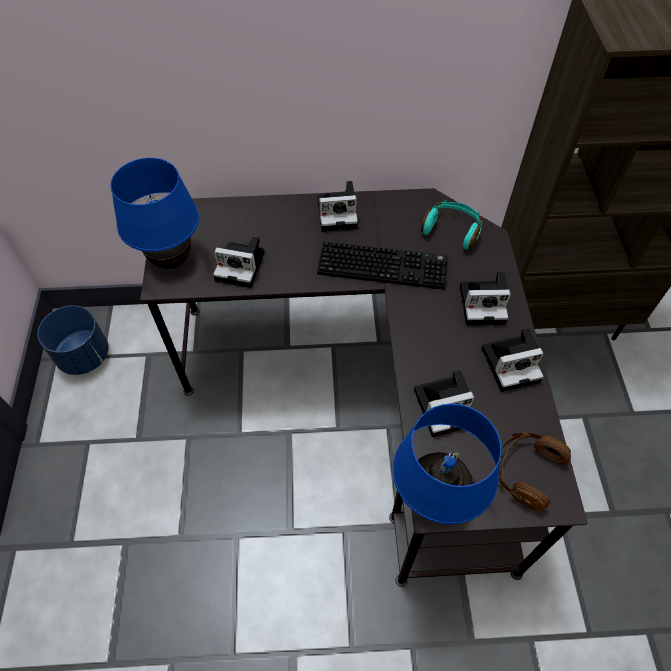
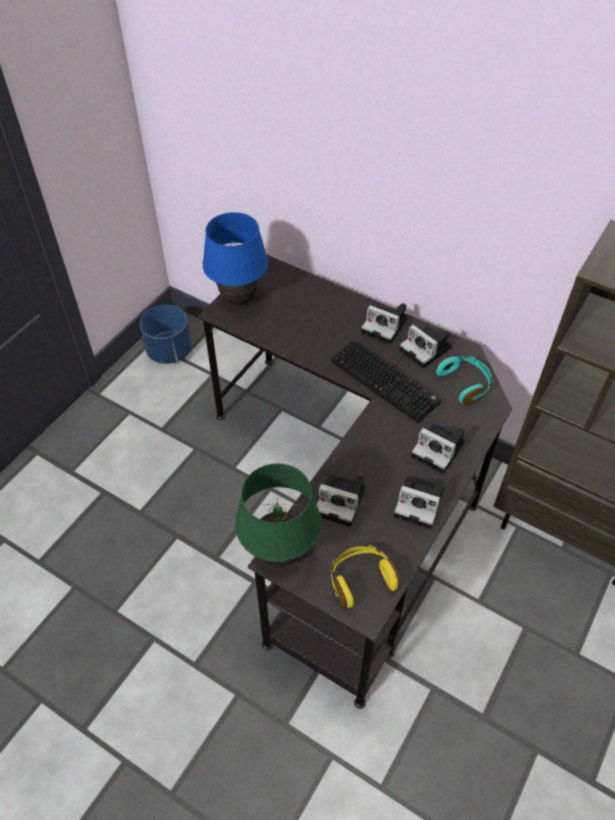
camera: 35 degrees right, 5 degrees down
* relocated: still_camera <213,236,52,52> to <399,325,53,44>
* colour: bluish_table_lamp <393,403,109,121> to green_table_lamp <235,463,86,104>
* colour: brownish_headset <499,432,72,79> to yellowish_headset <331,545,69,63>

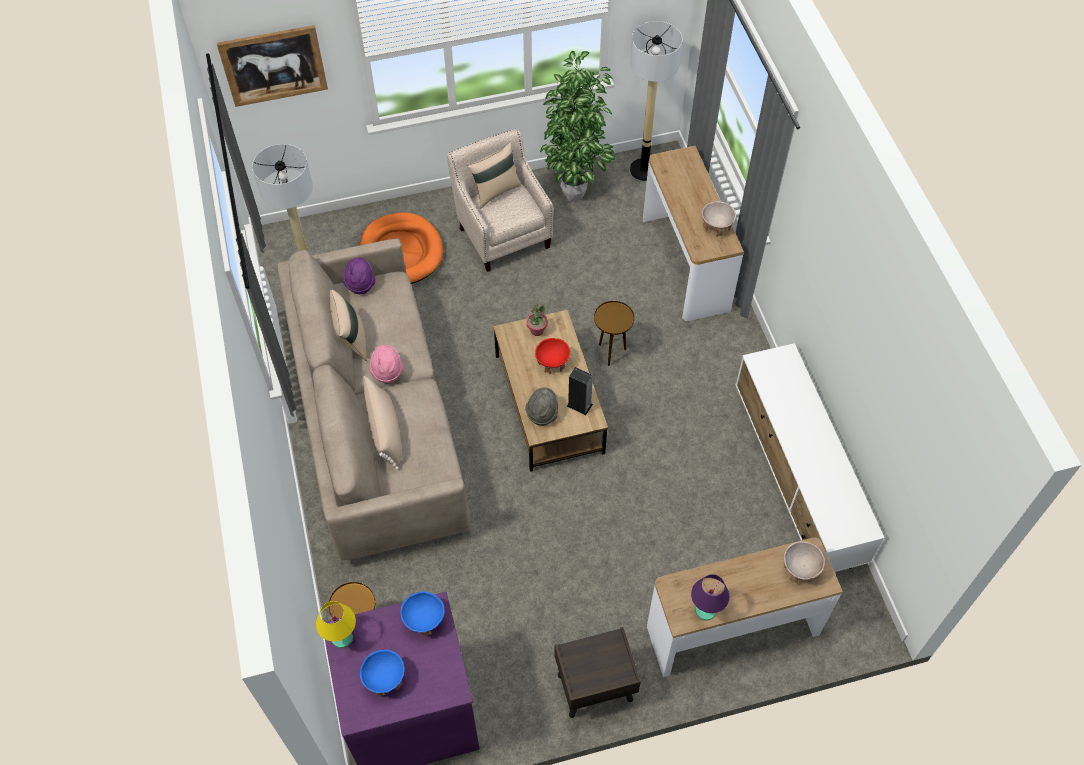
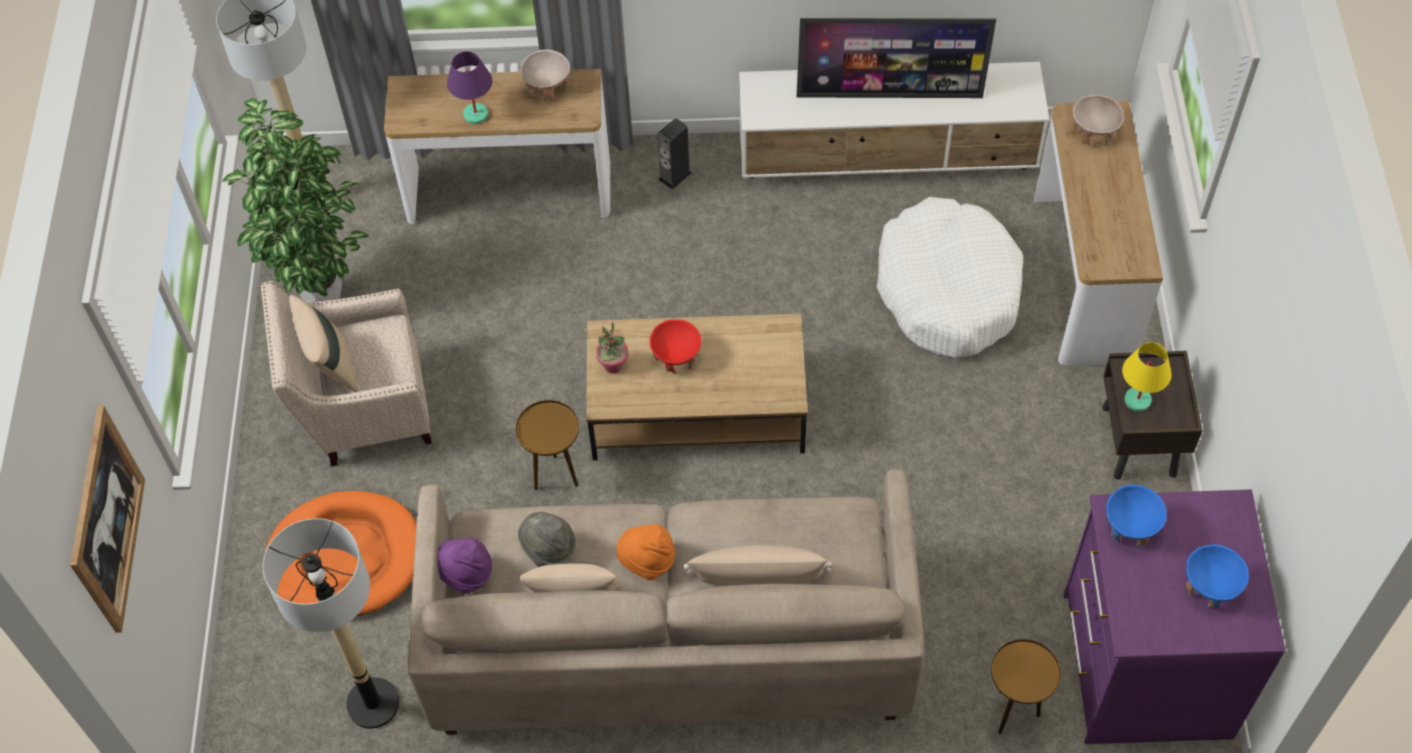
camera: 75 degrees left, 0 degrees up
* appeared: TV_set <797,18,199,80>
* appeared: white-coloured_pet_bed <877,197,146,161>
* relocated: yellowish_table_lamp <316,601,40,47> to <1122,342,50,70>
* relocated: greyish_wearable_hat <525,387,33,39> to <518,512,58,55>
* relocated: speaker <567,367,26,48> to <657,118,35,72>
* relocated: brownish_accent_table <594,301,40,65> to <516,400,63,90>
* relocated: purple_table_lamp <691,574,38,47> to <447,51,45,73>
* colour: pink-coloured_wearable_hat <370,345,33,38> to orangey_wearable_hat <616,524,59,56>

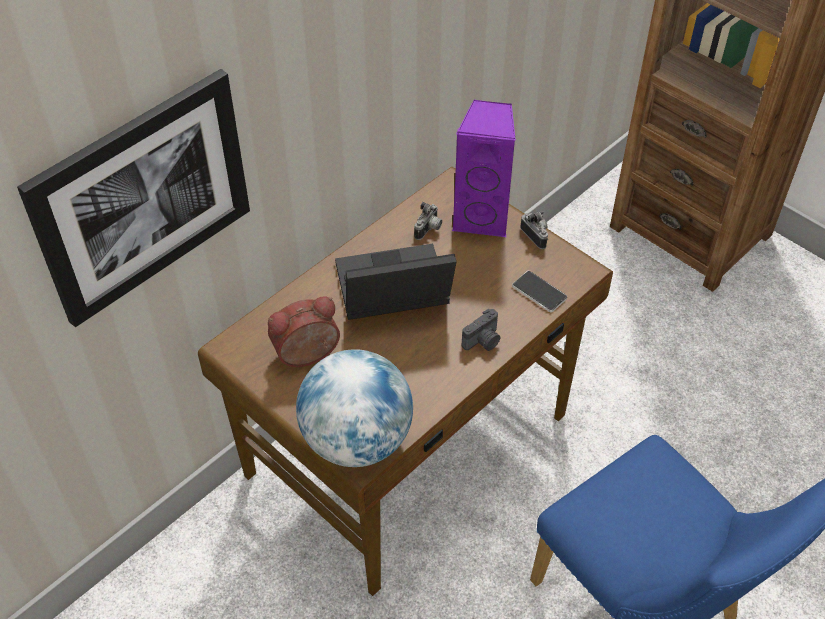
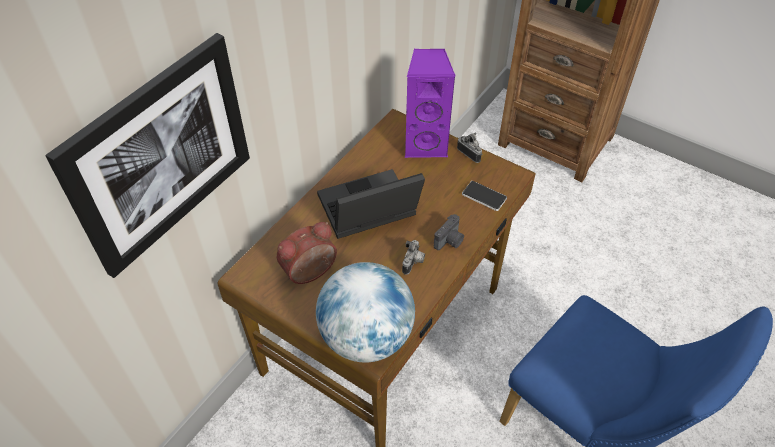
camera: 10 degrees left, 0 degrees up
* relocated: still_camera <414,202,28,38> to <402,240,23,35>

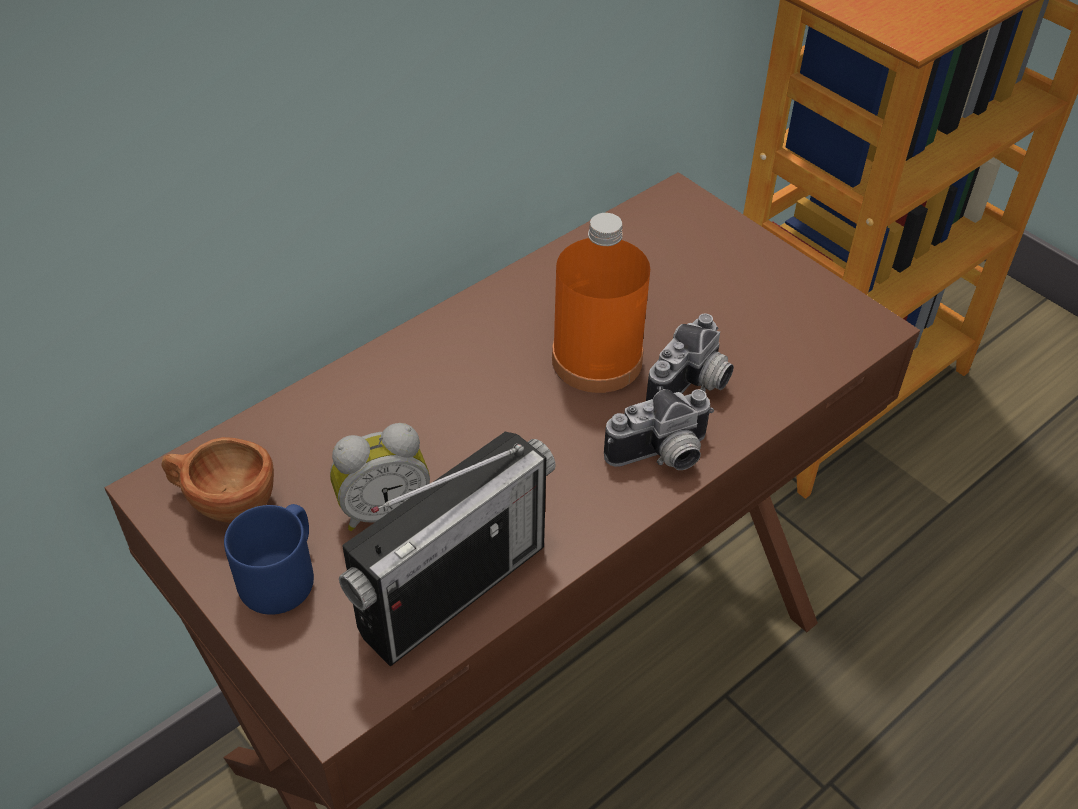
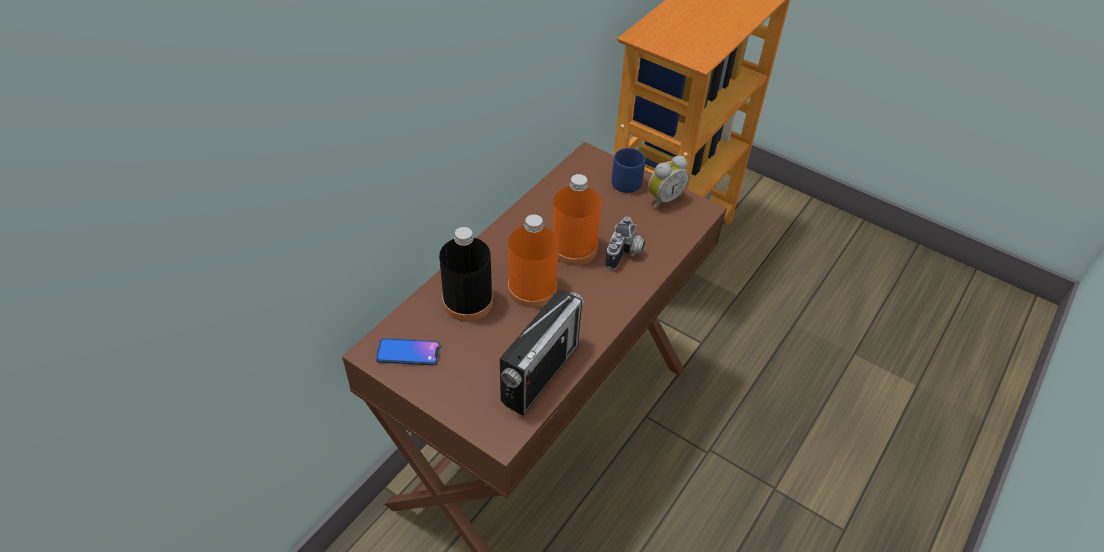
camera: 15 degrees left, 0 degrees up
* missing: still_camera <604,389,110,81>
* appeared: black-coloured_drink_bottle <439,227,54,94>
* appeared: orangey_drink_bottle <508,215,51,93>
* relocated: bluish_tea_mug <224,504,90,111> to <611,148,34,45>
* relocated: alarm_clock <330,423,100,108> to <648,156,41,53>
* exchanged: brownish_cup <161,437,113,86> to handset <376,338,64,27>

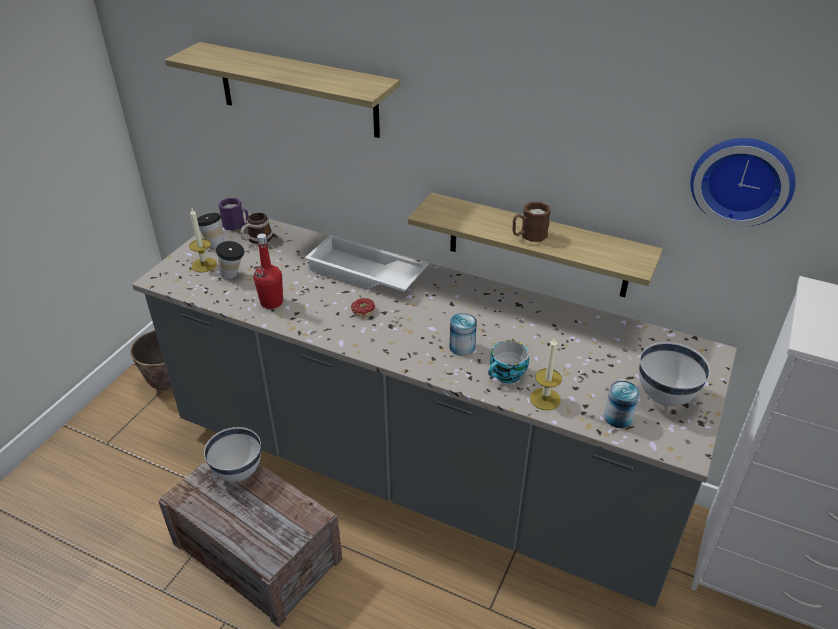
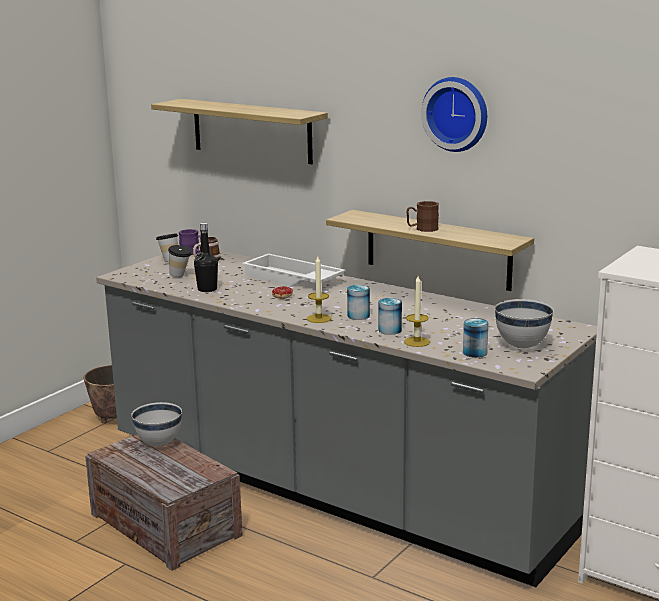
camera: 10 degrees right, 20 degrees down
* relocated: wax_candle <189,209,28,63> to <307,256,24,67>
* relocated: clock_on_the_wall <690,138,106,89> to <421,77,66,75>
* exchanged: cup <488,340,41,44> to metal_can <379,298,23,37>
* colour: red_drink_bottle <253,234,30,75> to black-coloured_drink_bottle <194,223,24,69>

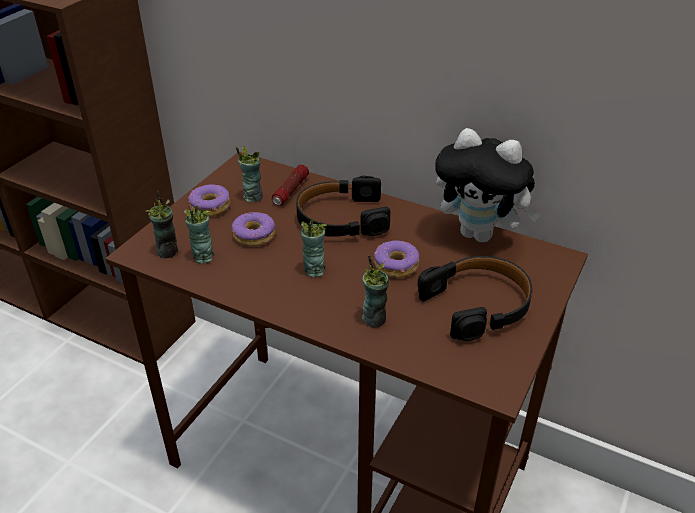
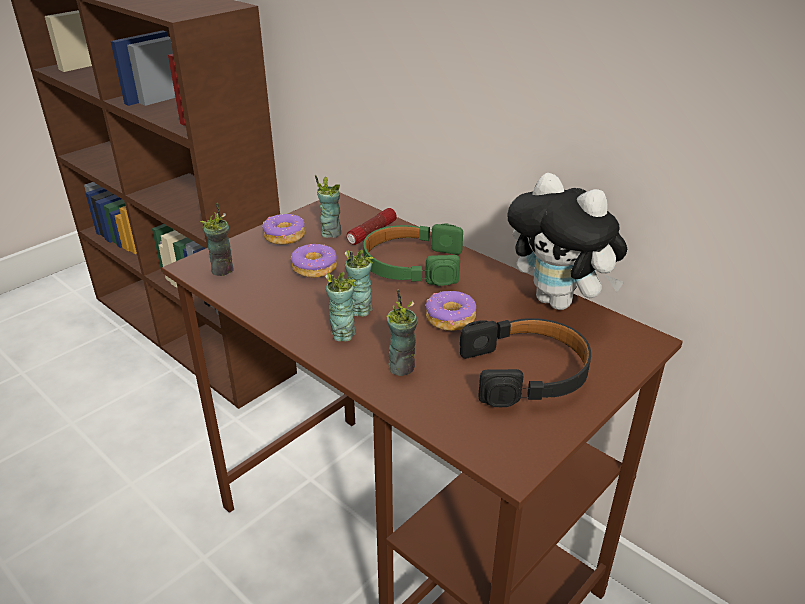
camera: 15 degrees right, 5 degrees down
* relocated: cup <184,205,30,59> to <325,272,31,70>
* colour: black-coloured_headset <296,175,94,62> to green_headset <363,224,100,62>

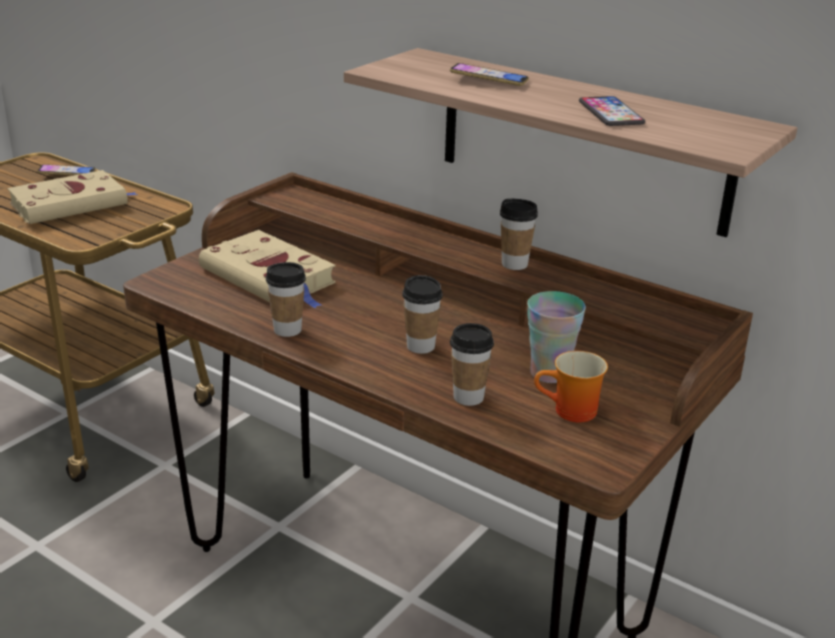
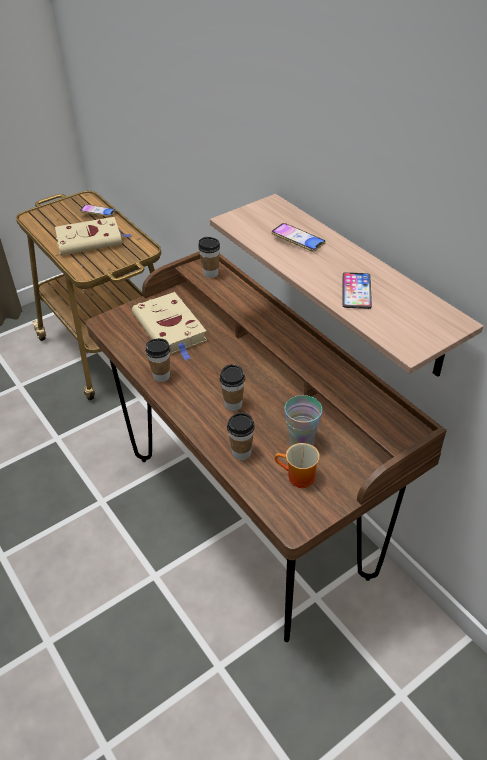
camera: 20 degrees right, 15 degrees up
* relocated: cup <500,199,38,71> to <198,237,22,41>

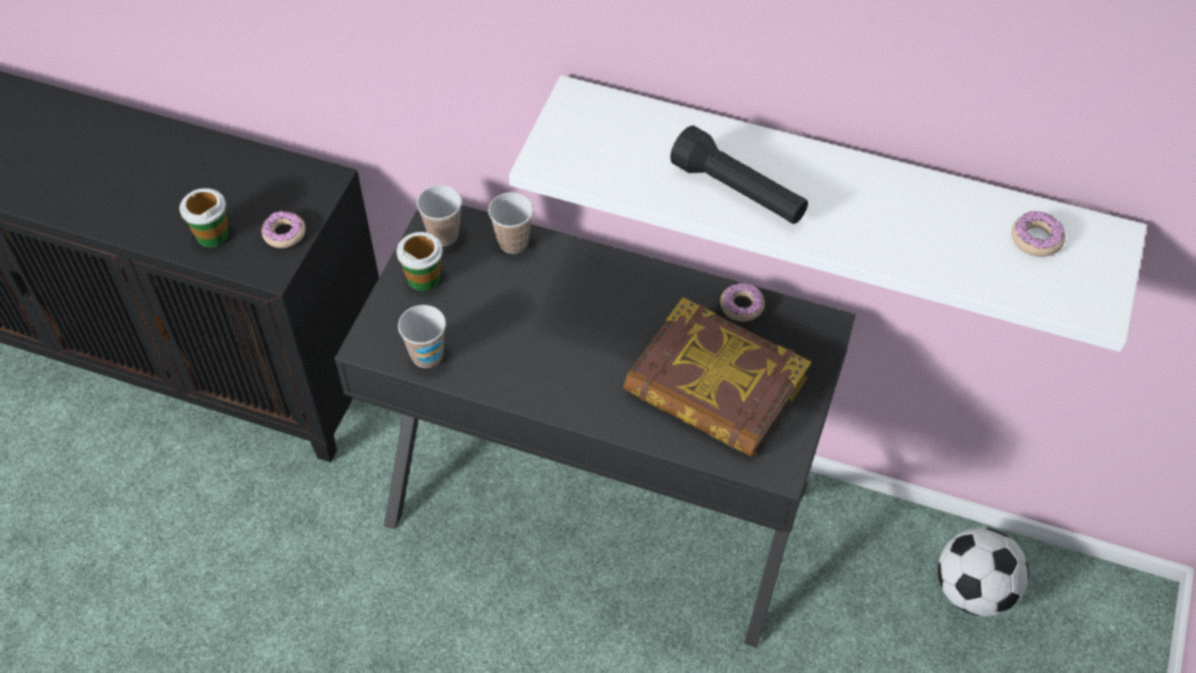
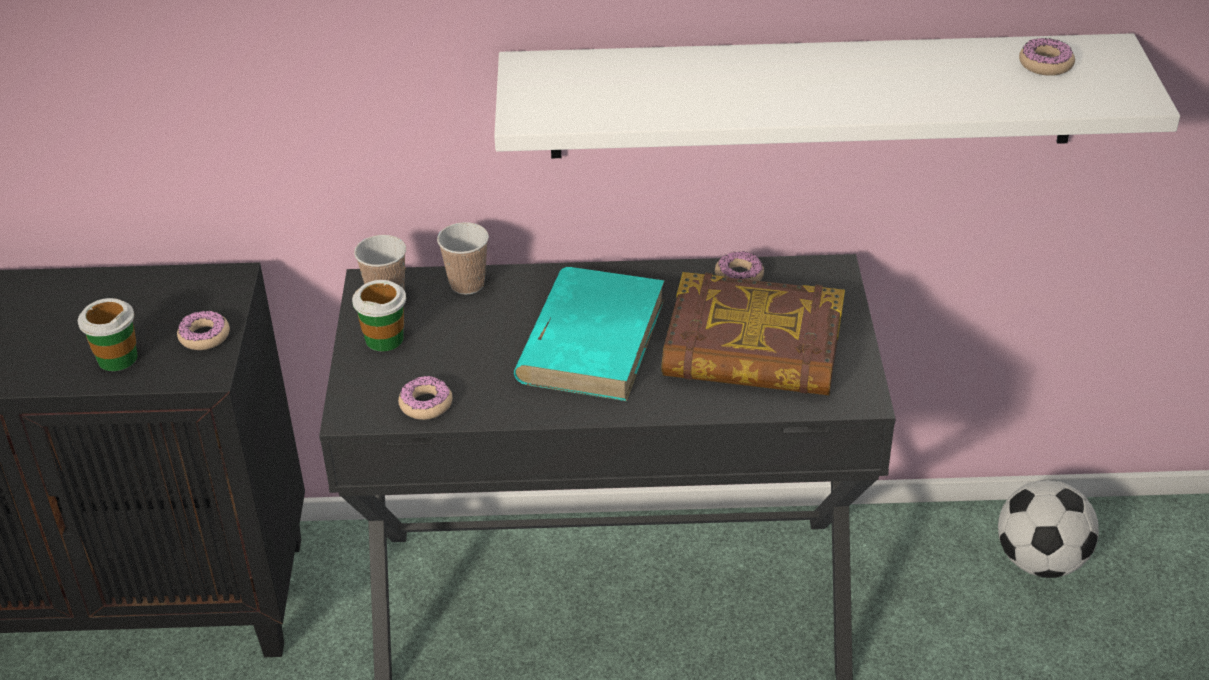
camera: 20 degrees left, 15 degrees down
* missing: black-coloured_torch <670,125,138,99>
* appeared: turquoise-coloured_bound_book <514,267,151,134>
* exchanged: cup <398,305,48,63> to doughnut <398,376,54,44>

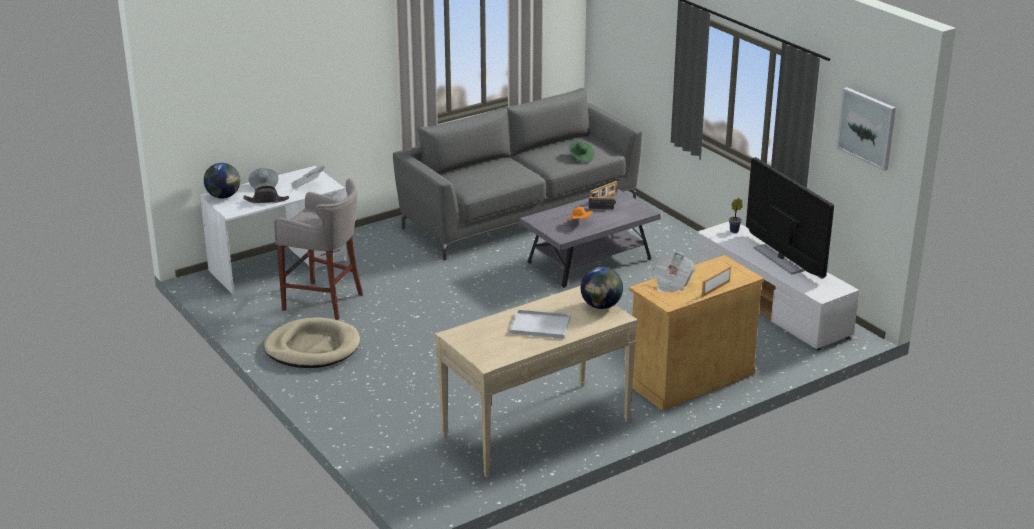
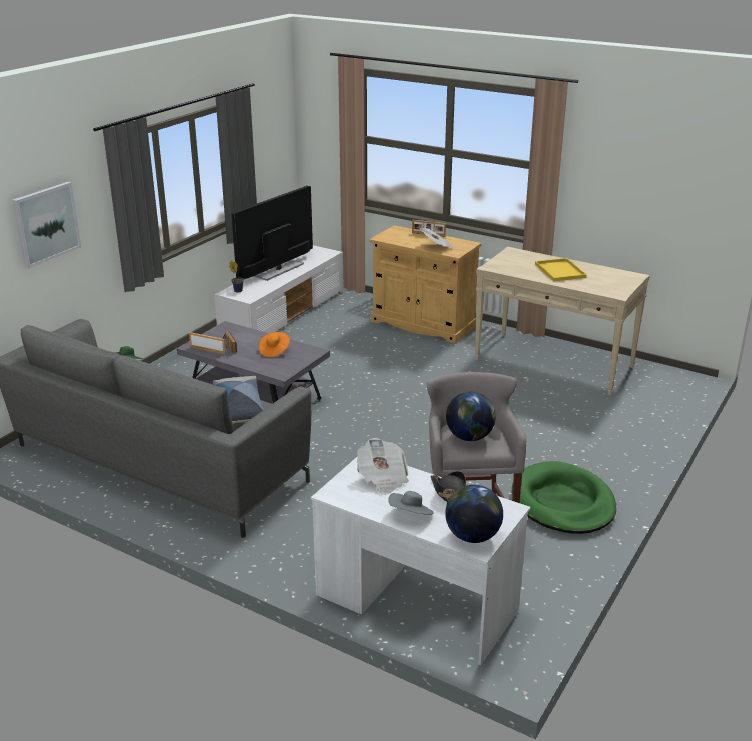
camera: 115 degrees left, 0 degrees up
* appeared: pillow <213,376,51,48>
* relocated: world_globe <581,267,42,42> to <446,392,50,49>
* relocated: picture <836,87,60,84> to <12,182,69,86>
* colour: beige_pet_bed <264,317,96,51> to green_pet_bed <512,461,104,73>
* colour: white-coloured_tray <509,309,61,30> to yellowish_tray <535,258,51,23>

